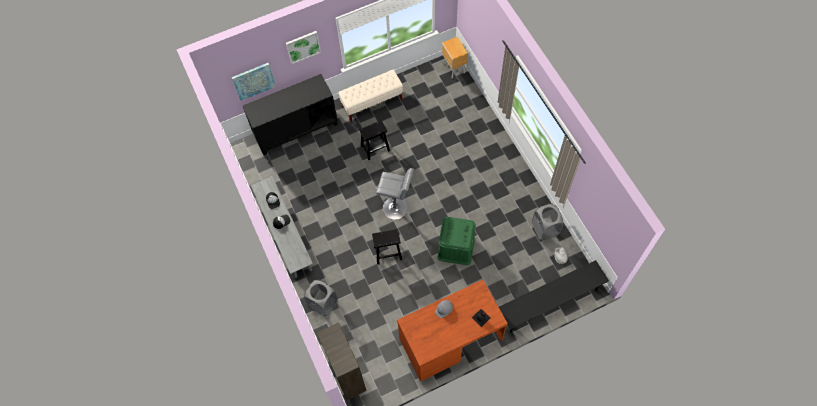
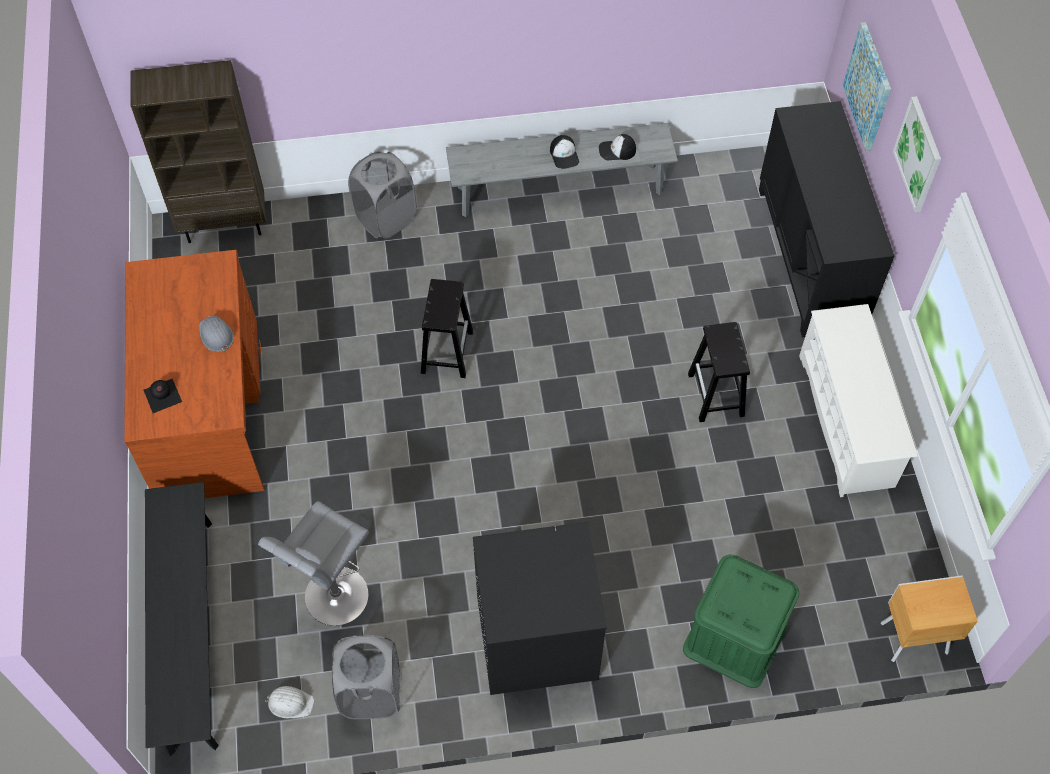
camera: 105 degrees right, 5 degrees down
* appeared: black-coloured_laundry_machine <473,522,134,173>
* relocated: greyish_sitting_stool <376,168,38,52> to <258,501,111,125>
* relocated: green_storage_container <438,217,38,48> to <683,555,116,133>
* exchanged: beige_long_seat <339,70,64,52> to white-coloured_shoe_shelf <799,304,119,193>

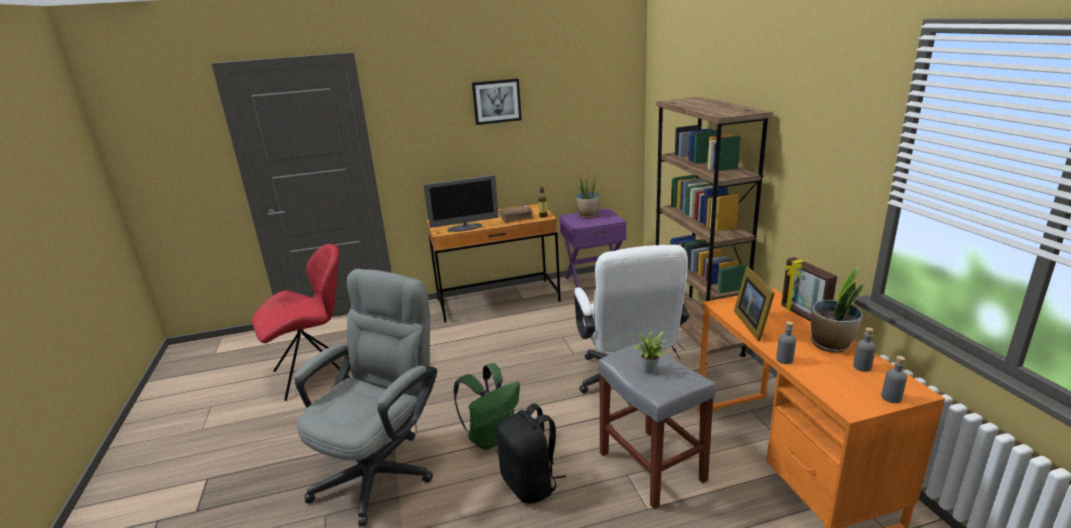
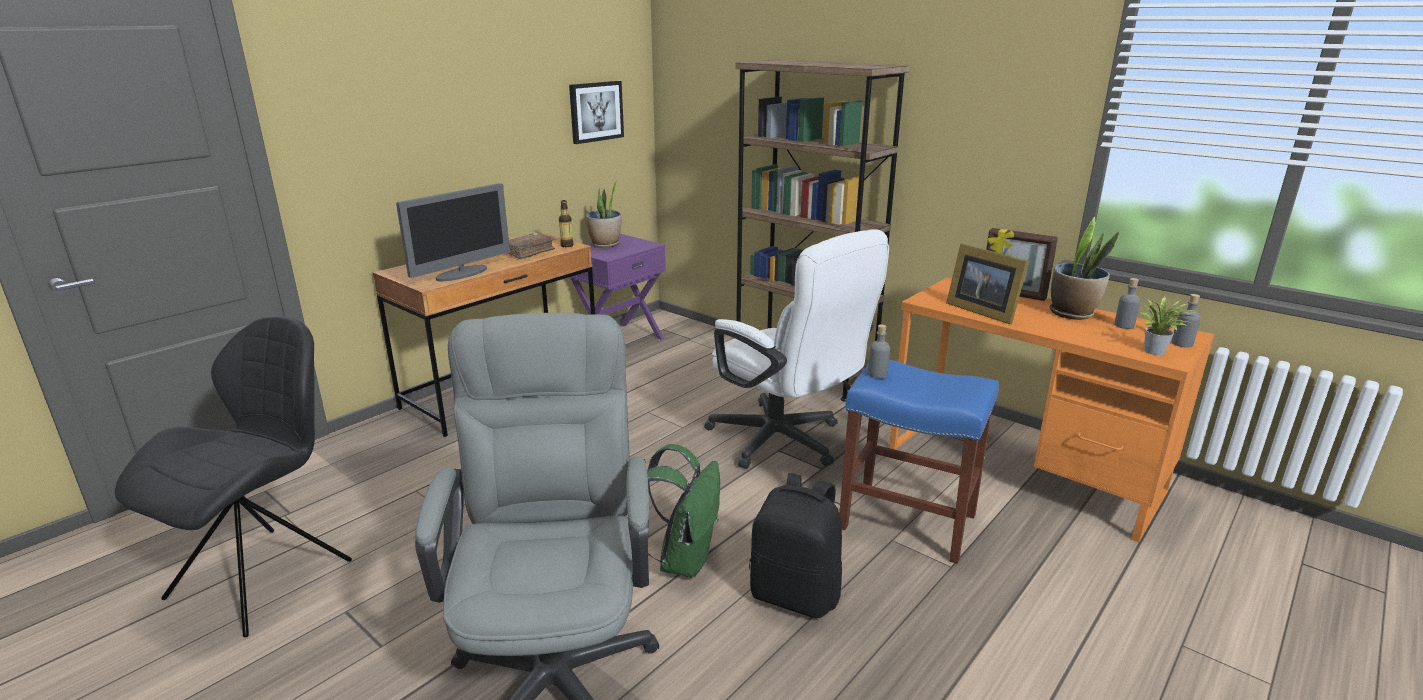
camera: 35 degrees left, 0 degrees up
* relocated: picture <472,78,50,47> to <569,81,55,63>
* relocated: houseplant <632,331,35,43> to <1140,296,54,59>
* relocated: greyish_drink_bottle <776,321,20,43> to <868,325,22,53>
* colour: red_upright_chair <252,244,97,157> to black-coloured_upright_chair <115,316,237,321>
* colour: greyish_sitting_stool <598,341,118,168> to bluish_sitting_stool <839,360,160,204>

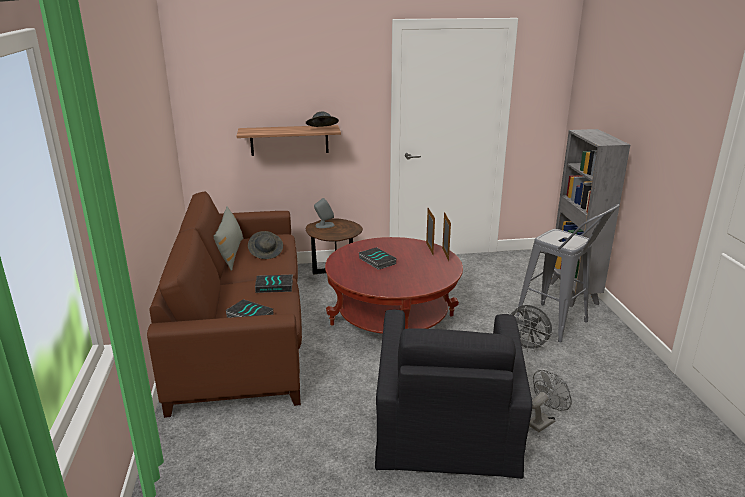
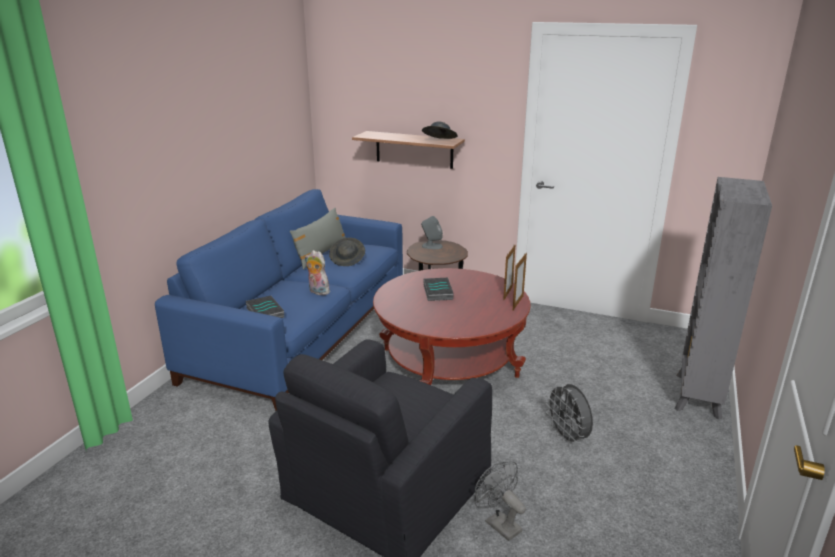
camera: 30 degrees right, 0 degrees up
* missing: greyish_sitting_stool <515,204,105,138>
* exchanged: bound_book <255,275,38,18> to cuddly_toy <305,250,25,45>
* colour: brownish_settee <147,191,155,227> to bluish_settee <155,189,248,222>
* spun: greyish_cooling_fan <529,370,43,62> = <475,461,51,80> 120 degrees counterclockwise

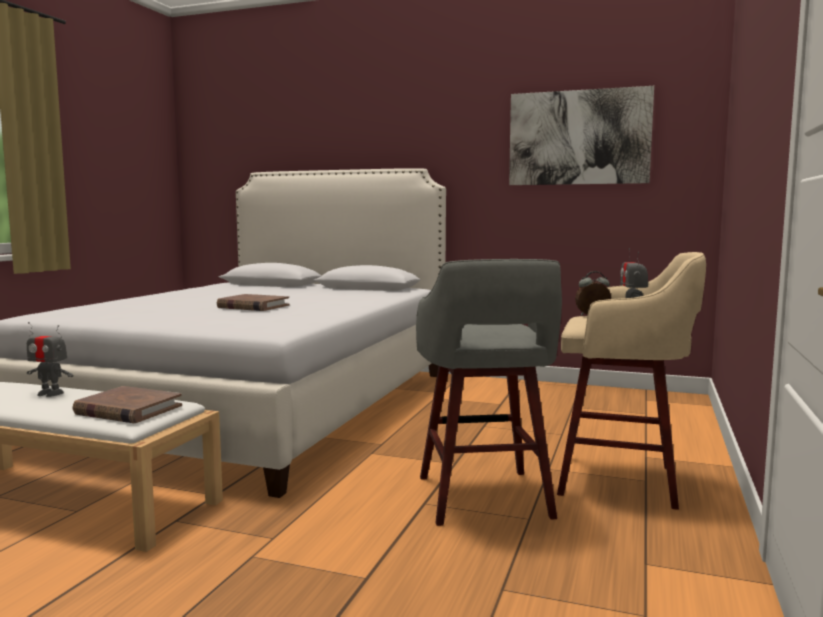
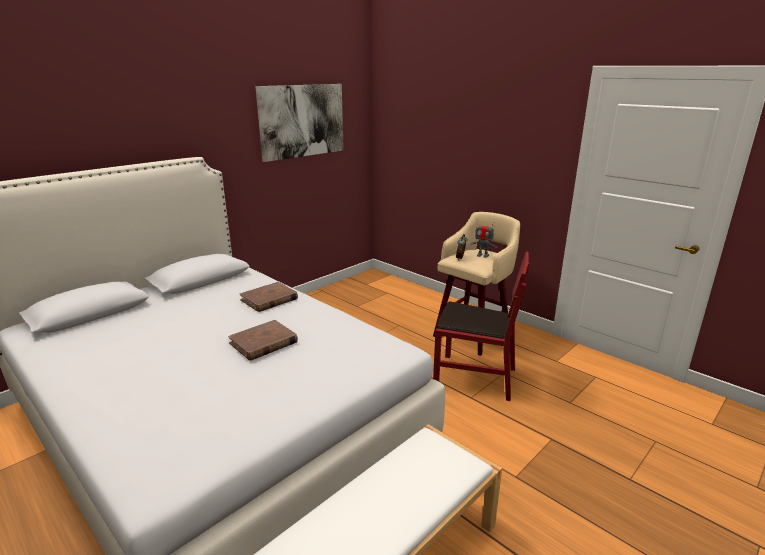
camera: 65 degrees left, 15 degrees up
* missing: toy_robot <27,322,46,75>
* relocated: brownish_bound_book <72,386,110,37> to <240,282,58,30>
* exchanged: greyish_sitting_stool <416,259,146,267> to red_upright_chair <433,251,97,150>

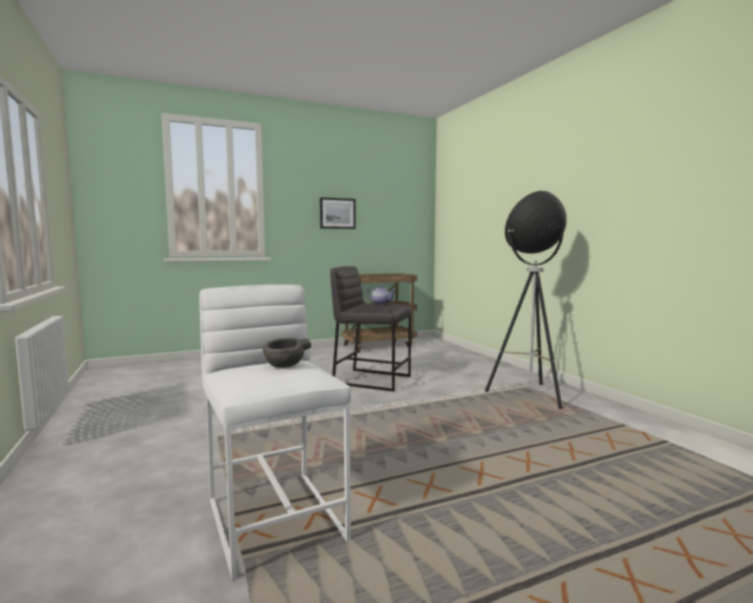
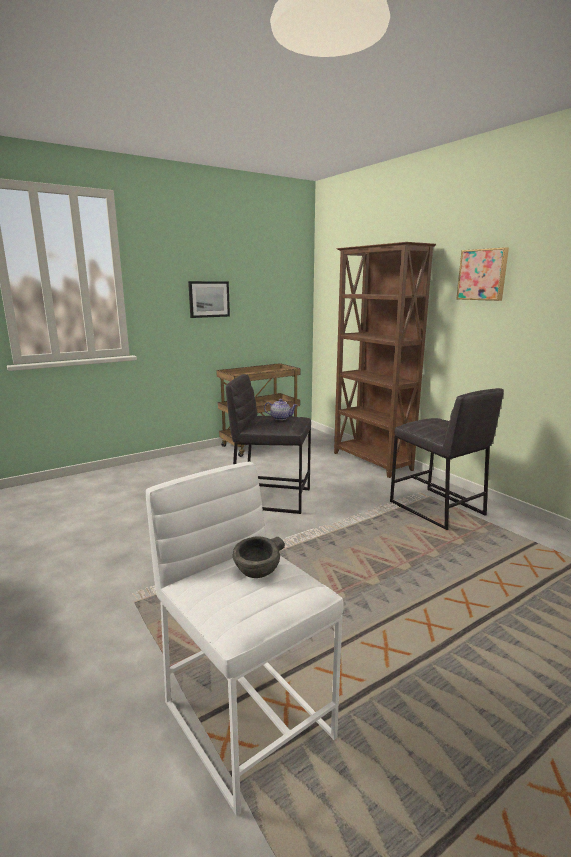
camera: 10 degrees left, 10 degrees up
* appeared: brownish_shelving_unit <334,242,102,236>
* appeared: picture <456,247,53,54>
* exchanged: standing_lamp <485,191,82,218> to greyish_sitting_stool <390,388,114,142>

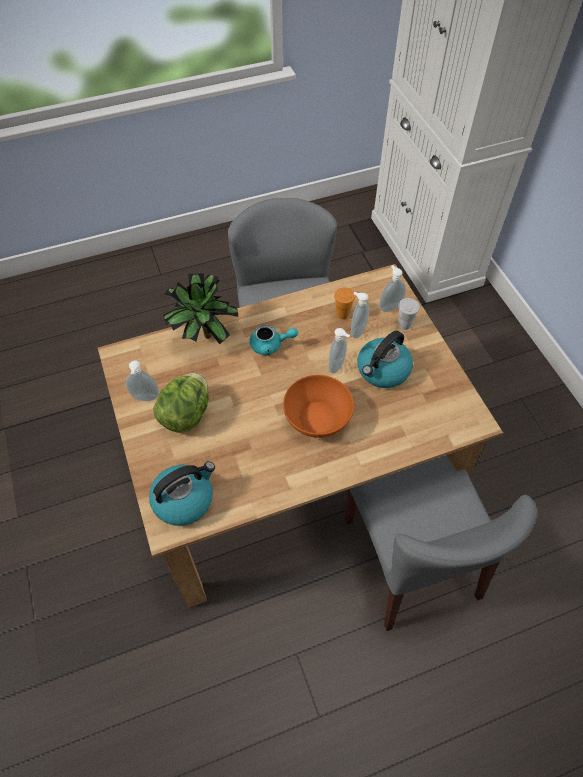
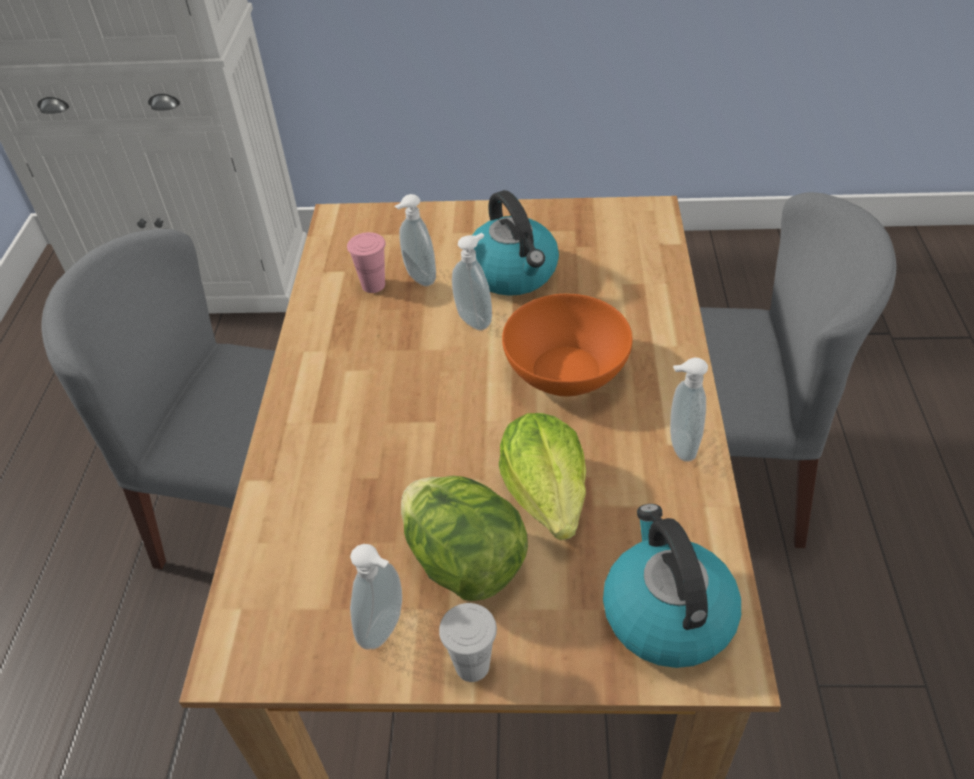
camera: 65 degrees left, 10 degrees down
* missing: houseplant <163,273,76,72>
* missing: turquoise-coloured_tea_pot <250,325,48,31>
* appeared: head_of_lettuce <499,413,87,127>
* relocated: soap_dispenser <379,265,27,47> to <670,357,38,105>
* relocated: white-coloured_cup <398,298,22,32> to <439,603,58,79>
* colour: orangey_cup <334,287,21,32> to pink-coloured_cup <347,232,39,61>

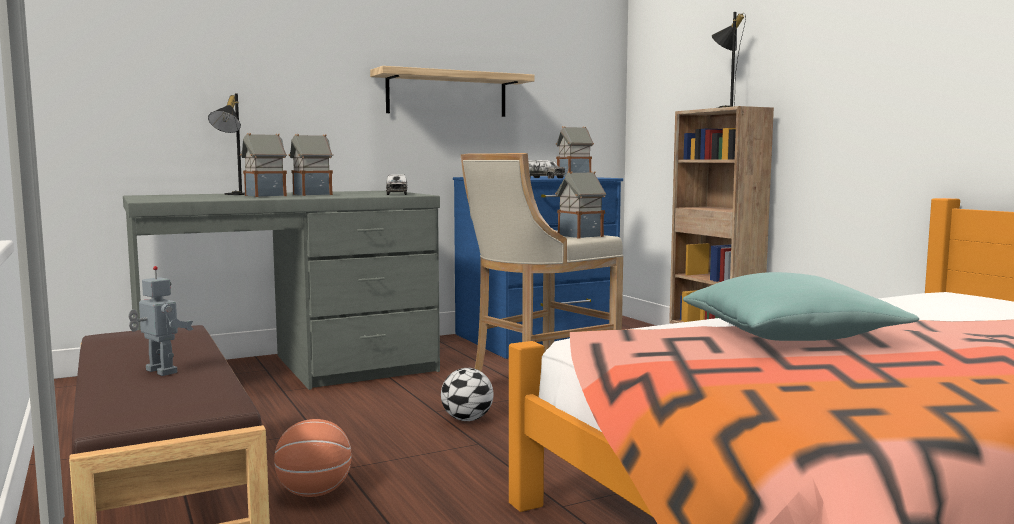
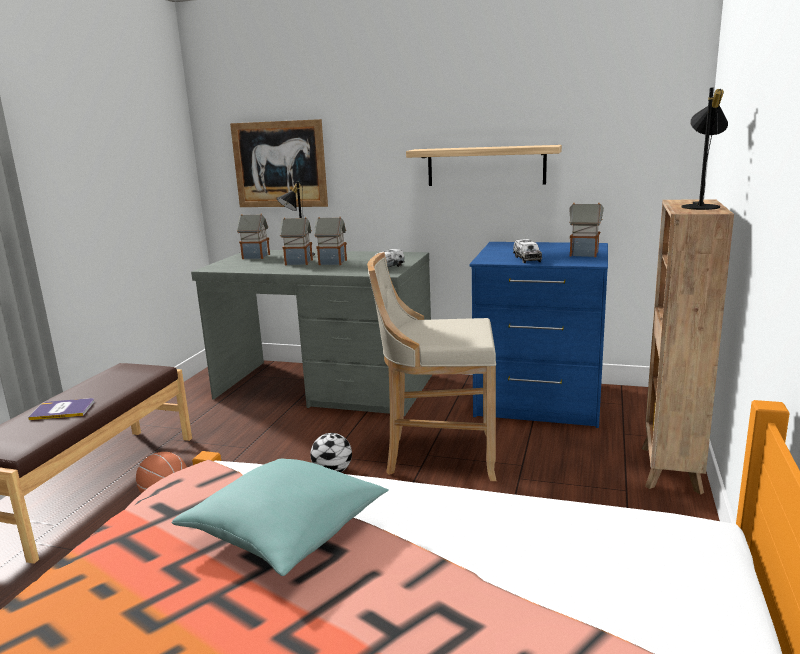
camera: 45 degrees right, 10 degrees up
* appeared: picture <230,119,98,88>
* relocated: model_house <555,171,51,68> to <237,214,33,45>
* exchanged: toy_robot <128,266,65,110> to bound_book <28,398,66,22>

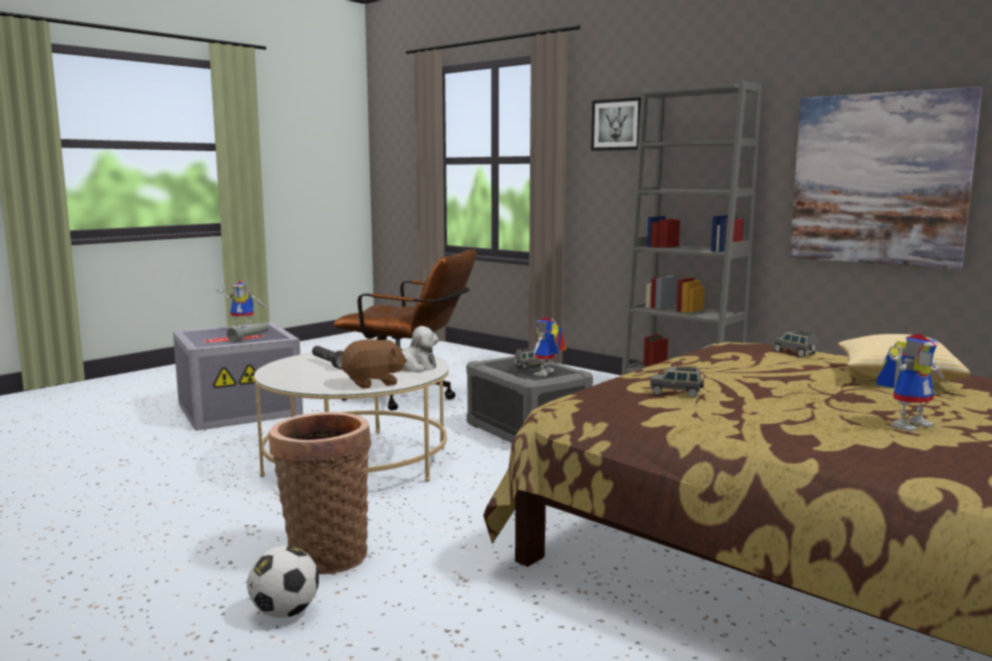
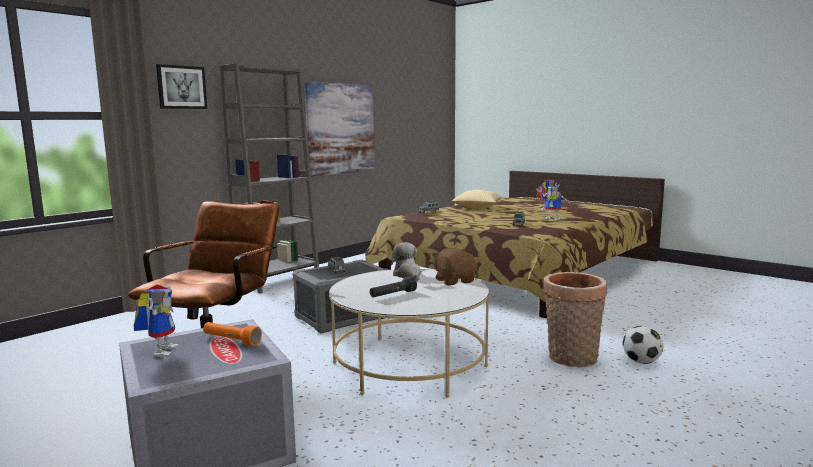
camera: 90 degrees left, 0 degrees up
* relocated: toy_robot <533,317,33,59> to <537,184,35,37>
* colour: greyish_torch <227,323,42,20> to orangey_torch <203,322,59,24>

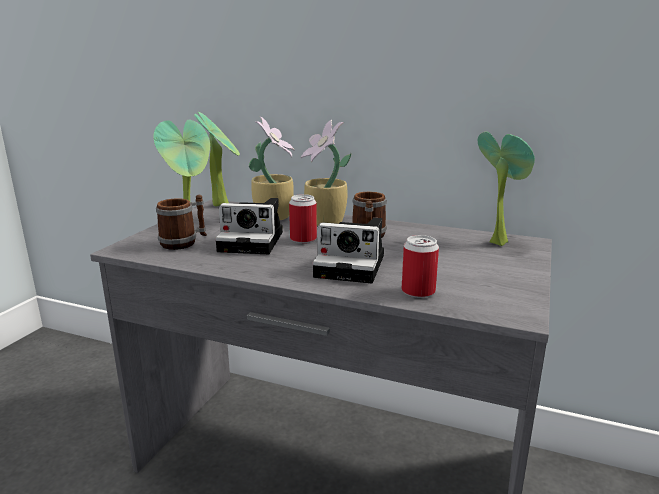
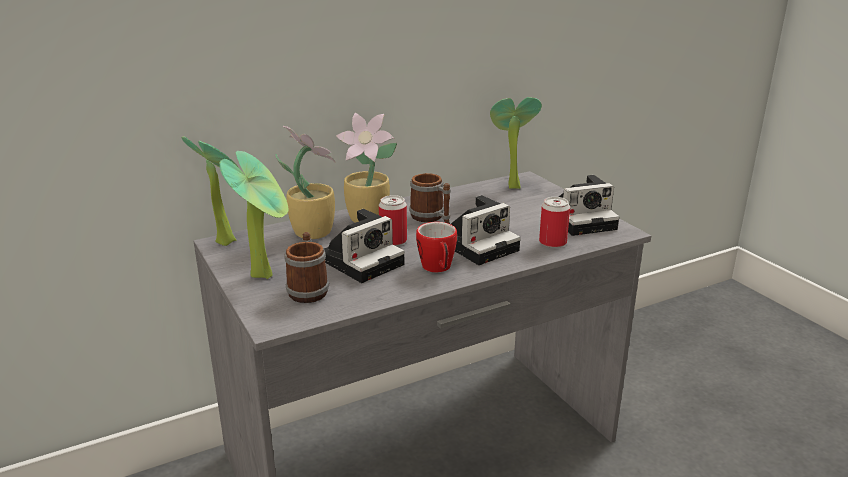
camera: 50 degrees left, 5 degrees up
* appeared: tea_mug <416,222,41,50>
* appeared: still_camera <559,175,60,61>

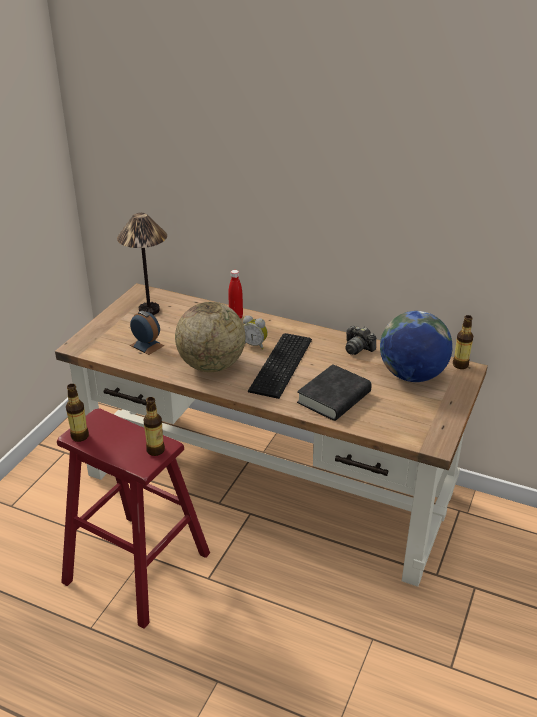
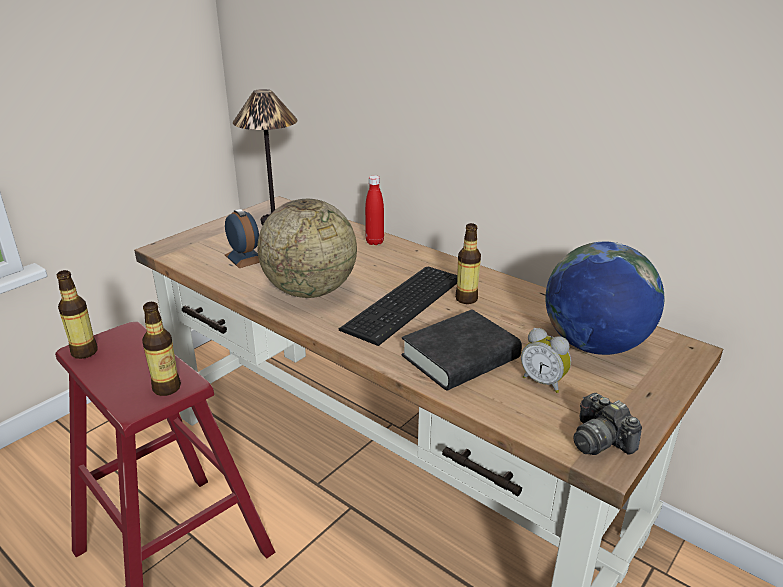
camera: 15 degrees right, 5 degrees down
* relocated: alarm_clock <243,315,25,35> to <521,328,50,65>
* relocated: still_camera <345,326,31,29> to <574,393,68,62>
* relocated: drink_bottle <453,315,20,54> to <455,223,26,81>

